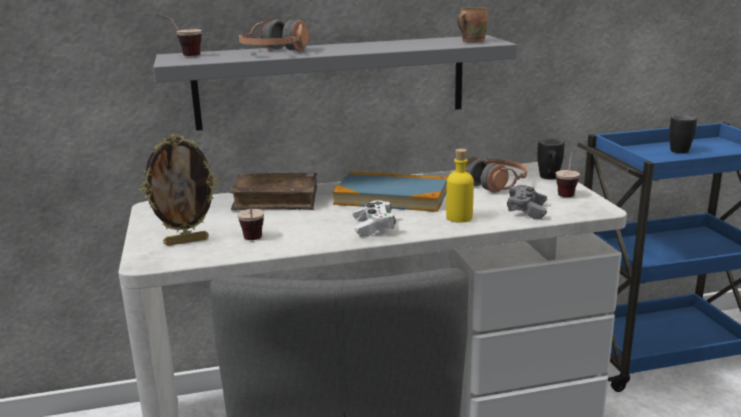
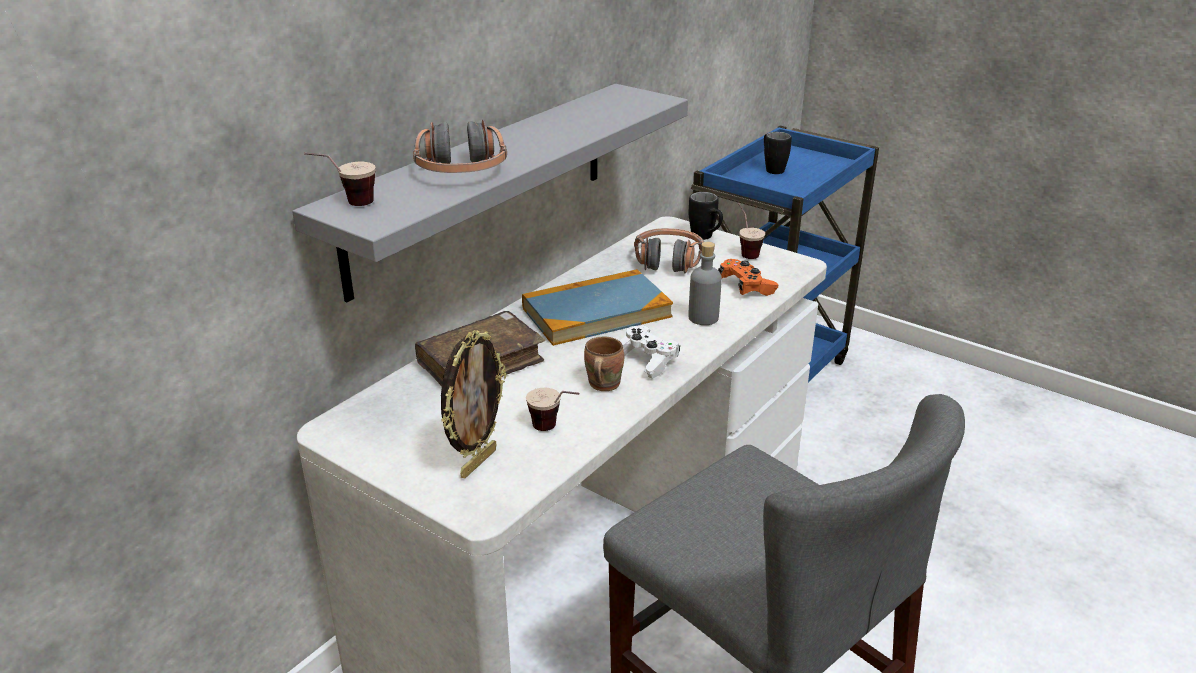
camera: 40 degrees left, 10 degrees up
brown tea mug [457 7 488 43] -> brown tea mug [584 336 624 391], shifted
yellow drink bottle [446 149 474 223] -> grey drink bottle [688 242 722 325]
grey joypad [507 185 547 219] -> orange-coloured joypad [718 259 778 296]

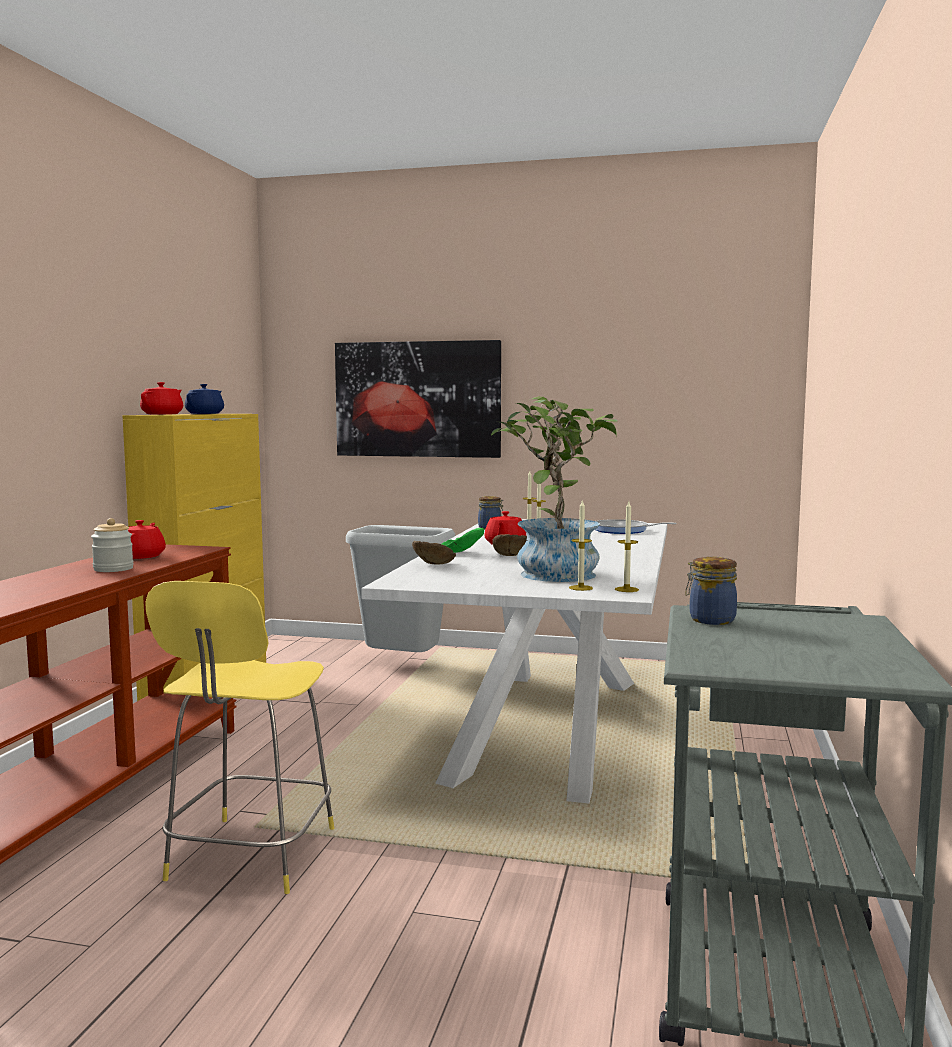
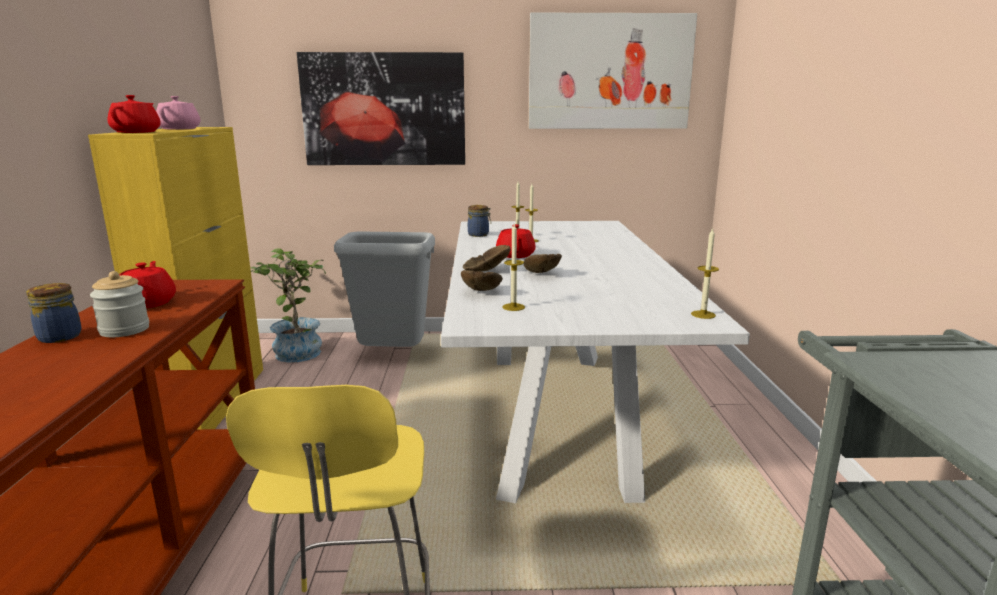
camera: 15 degrees left, 10 degrees up
blue-coloured pot for tea [185 384 224 414] -> pink pot for tea [156 96 200 130]
plant in a pot [491 396 617 582] -> plant in a pot [251 248 326 362], shifted
candle [569 499 593 591] -> candle [503 223 525 311], shifted
frying pan [595 519 677 534] -> none
green deep dish [442 528 484 553] -> brown deep dish [463 245 511 272]
preserve jar [685 557 737 625] -> preserve jar [26 283 82 343], shifted
none -> picture [528 13 697 129]

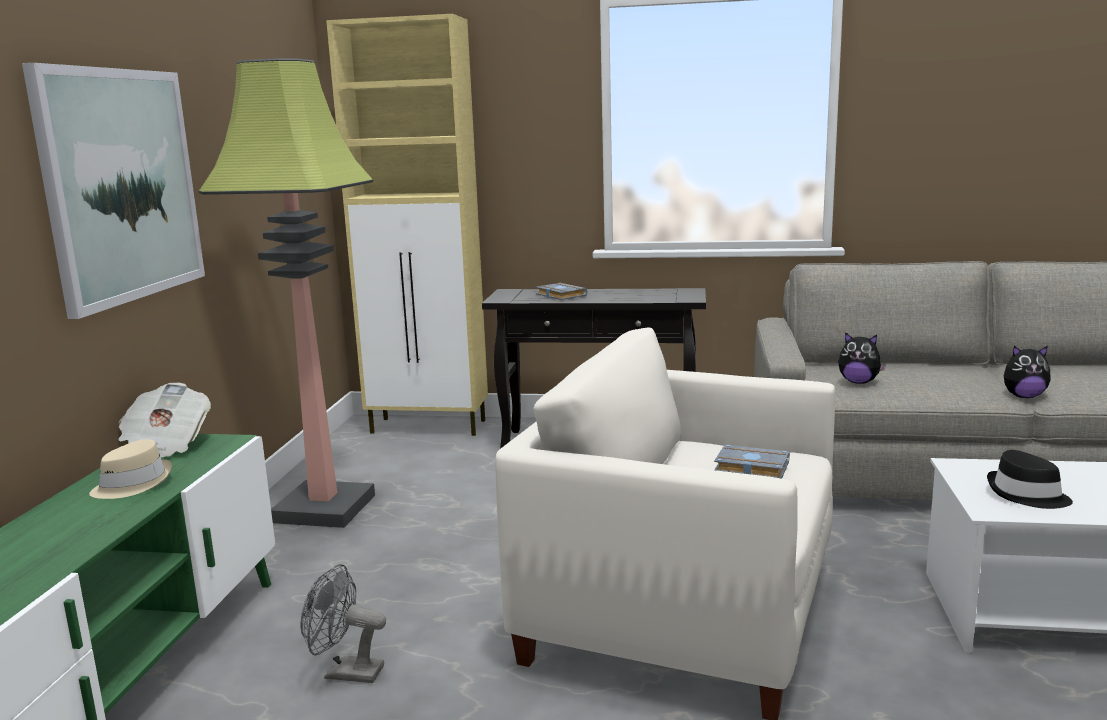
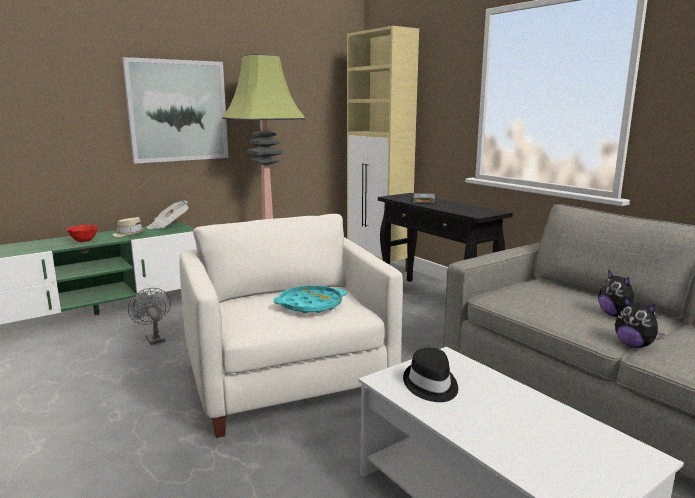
camera: 45 degrees right, 0 degrees up
soft toy [838 332 886 384] -> soft toy [598 271 634 317], shifted
grey bound book [714 445 790 479] -> turquoise serving tray [274 285 347 314]
none -> reddish deep dish [66 225 98 242]

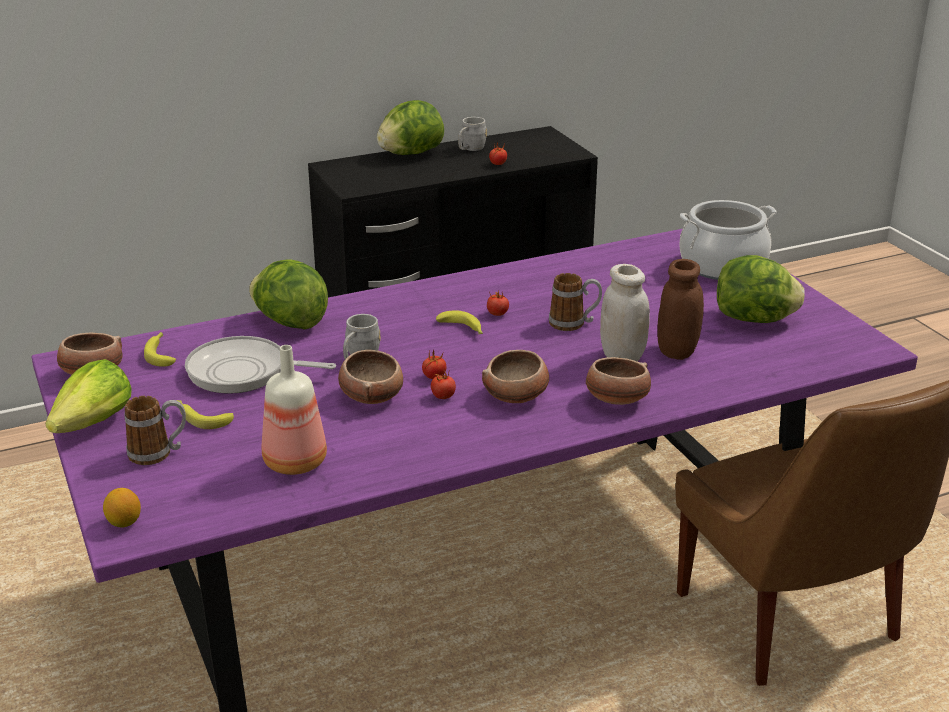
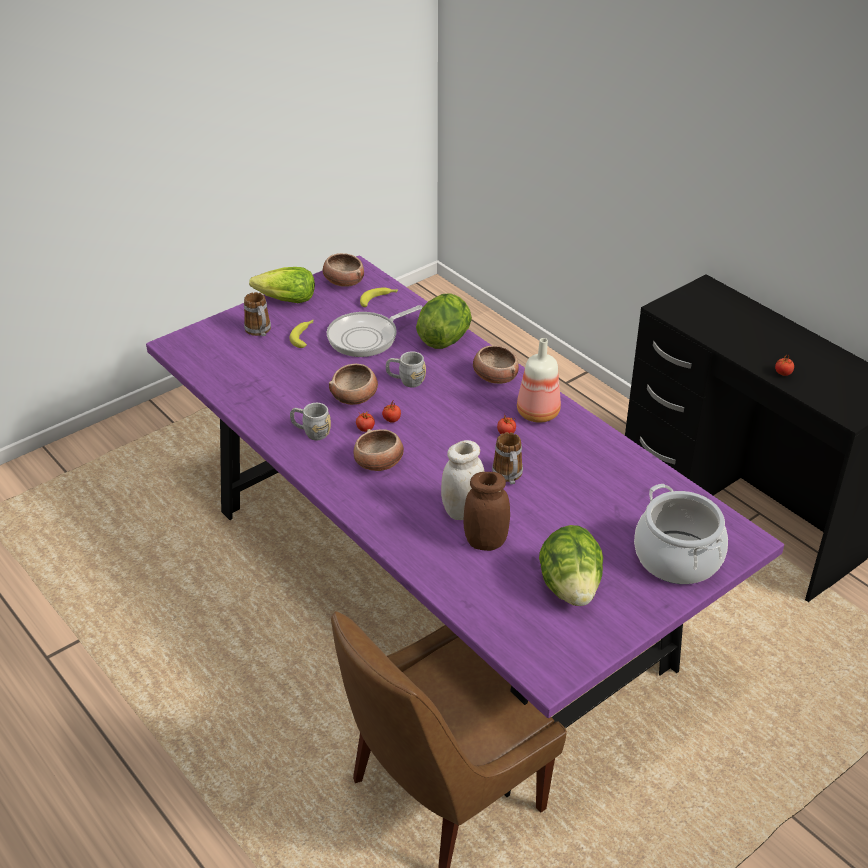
camera: 75 degrees right, 10 degrees up
lettuce [377 100 444 155] -> none
grey tea mug [458 117 487 151] -> grey tea mug [290 403 331 440], shifted
whole banana [436 310 483 334] -> none
frying pan [185 336 336 394] -> frying pan [327 305 422 357], 120 degrees counterclockwise
drink bottle [262 345 327 475] -> drink bottle [517 338 561 423], shifted
deep dish [586 357 651 405] -> deep dish [473 345 519 384], shifted
lemon [103 488 141 528] -> none

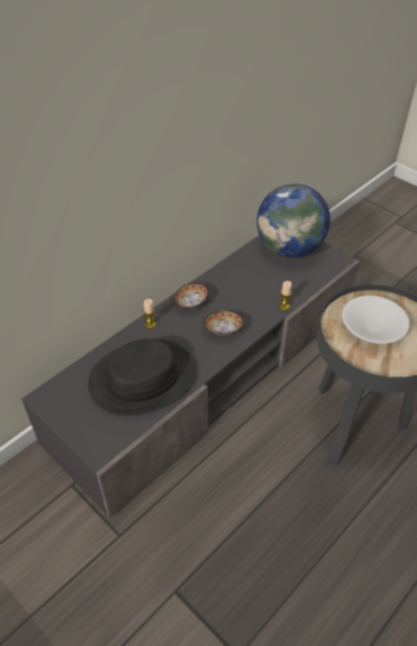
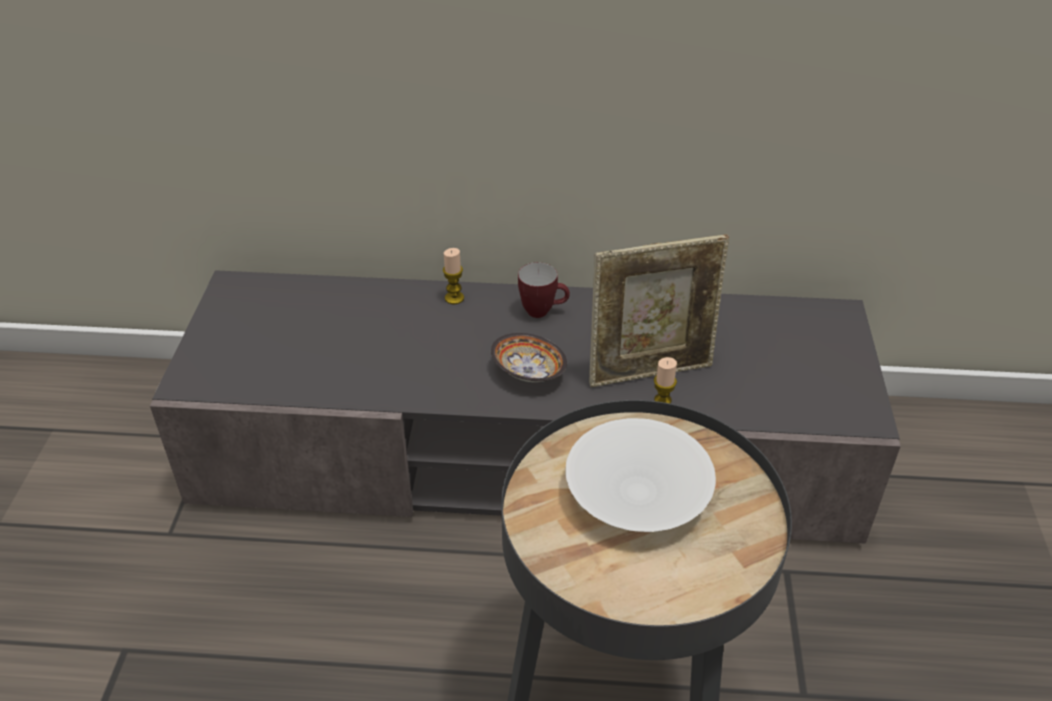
camera: 50 degrees right, 5 degrees down
globe [257 184 330 258] -> none
deep dish [173 282 209 309] -> tea mug [518 262 570 318]
blackish wearable hat [88 339 196 415] -> none
none -> picture frame [589 234 730 387]

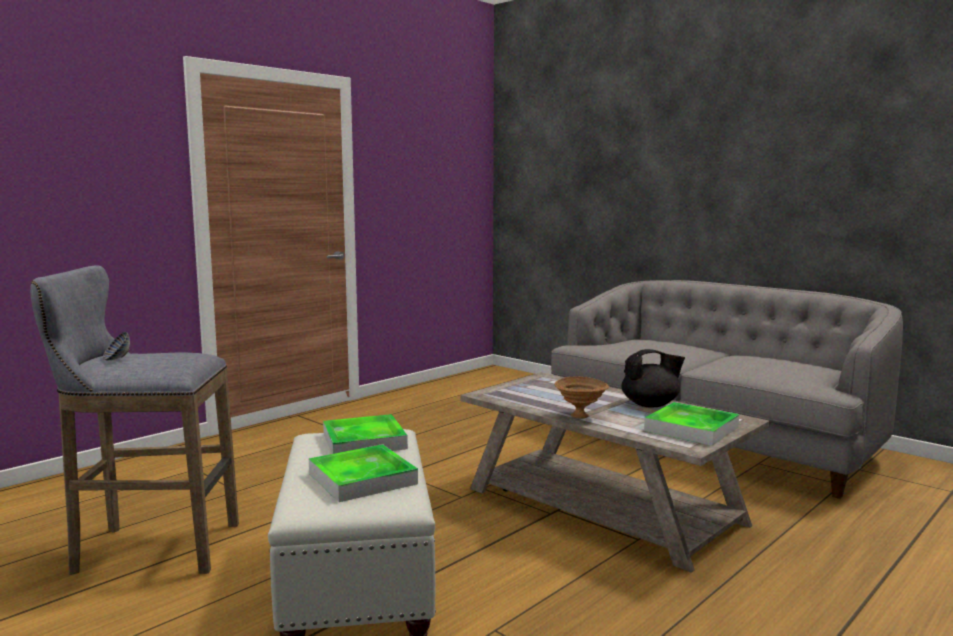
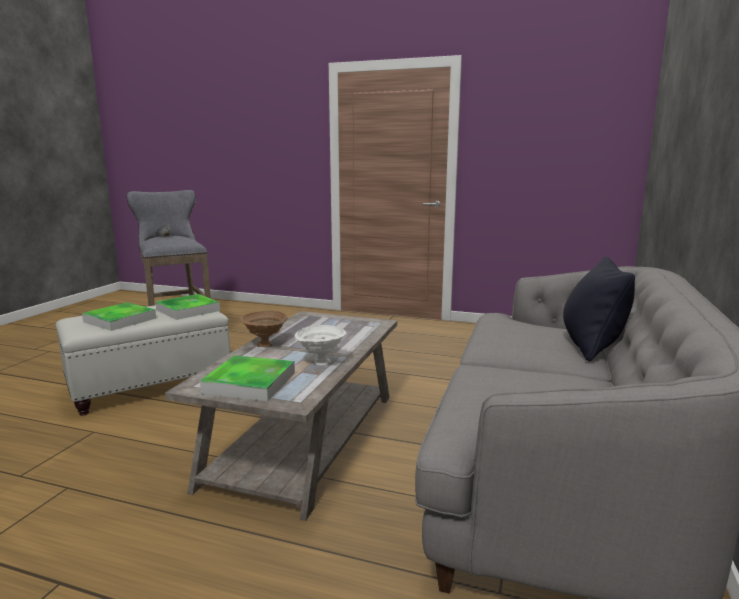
camera: 65 degrees right, 5 degrees up
blackish pot for tea [622 349 685 408] -> white deep dish [295 325 346 366]
none -> blackish pillow [563 257 635 362]

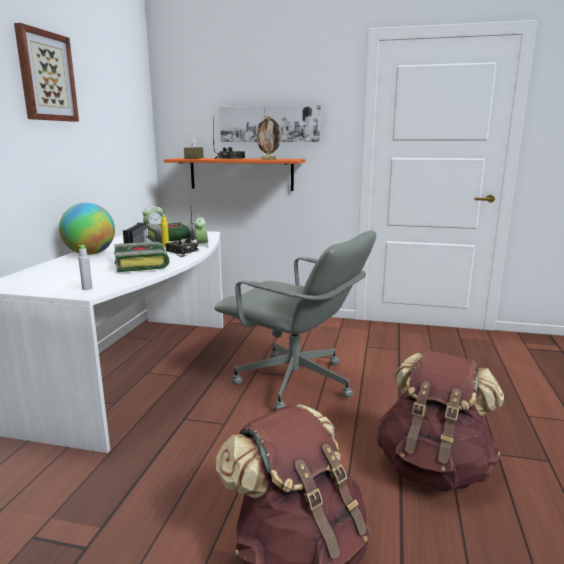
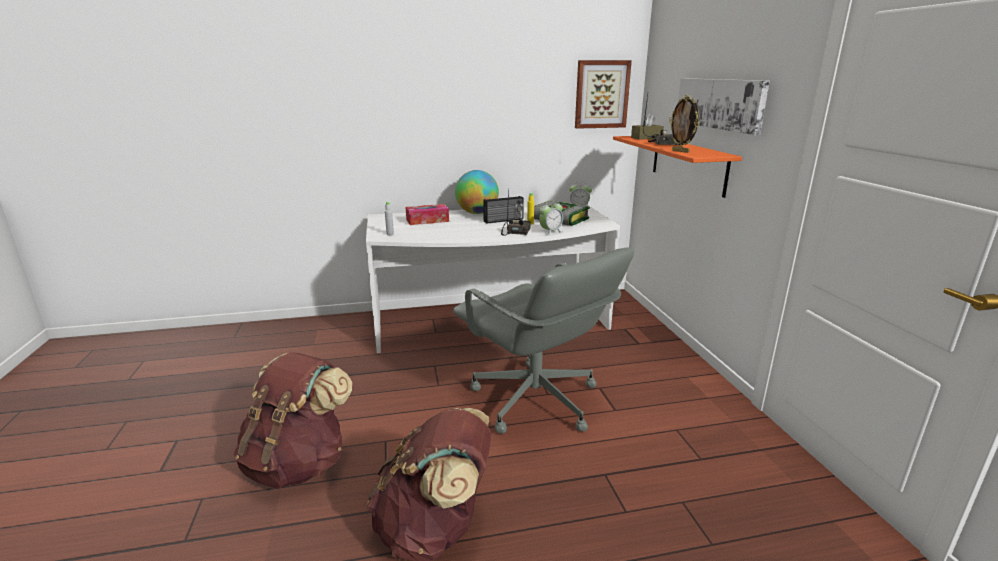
camera: 65 degrees right, 5 degrees up
picture [14 23 79 122] -> picture [575 60 632 129], shifted
grey computer chair [214 231 376 410] -> grey computer chair [453 247 634 434], 45 degrees counterclockwise
bound book [114 242 170 272] -> none
none -> tissue holder [406 204 449 225]

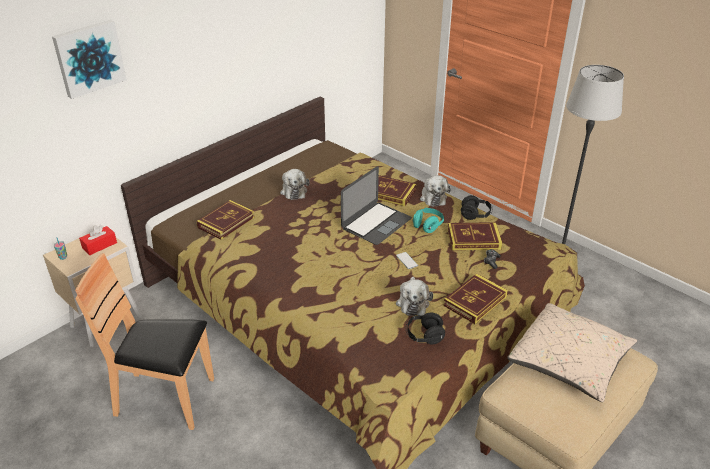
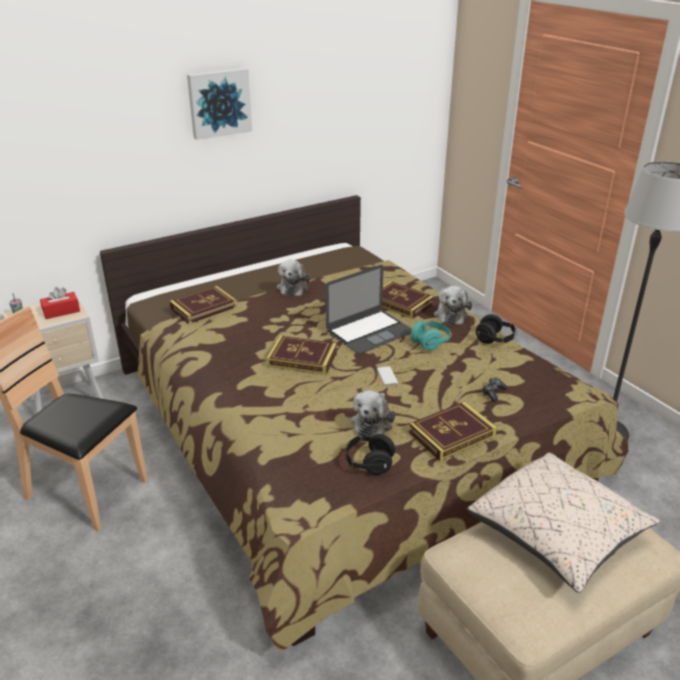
camera: 15 degrees right, 5 degrees down
picture [52 20 127 99] -> picture [187 68 252 140], shifted
bound book [448 222 502 250] -> bound book [267 336 337 375], shifted

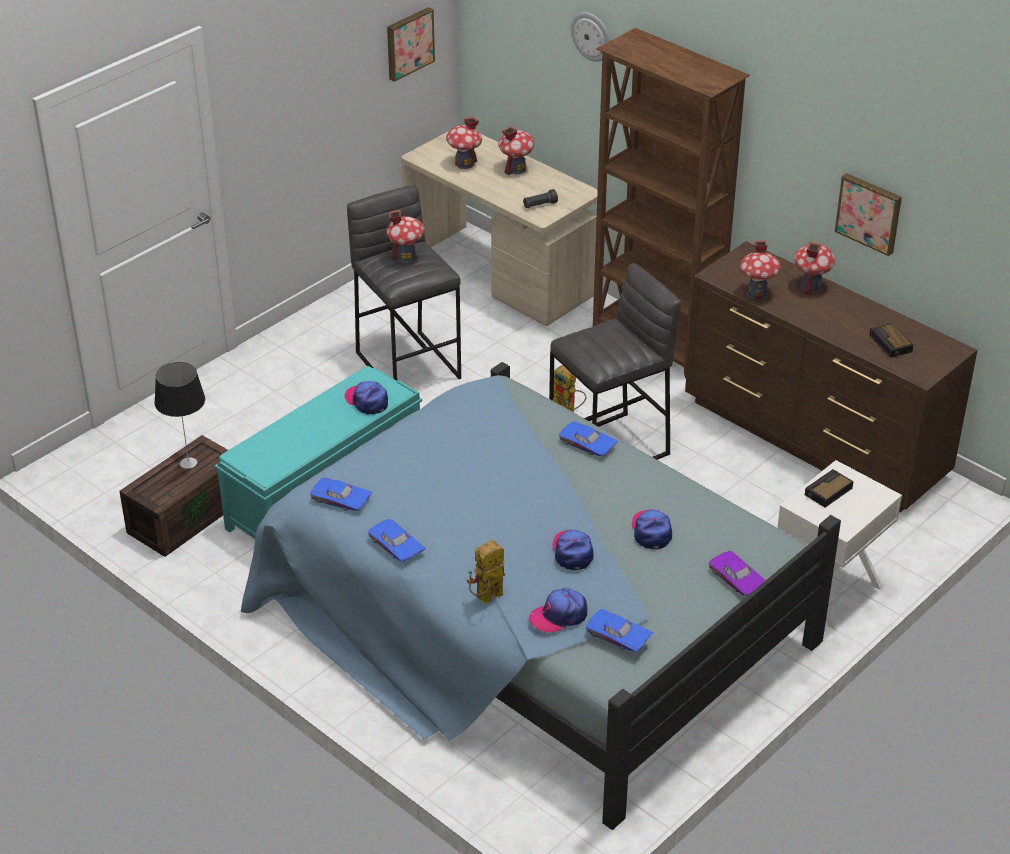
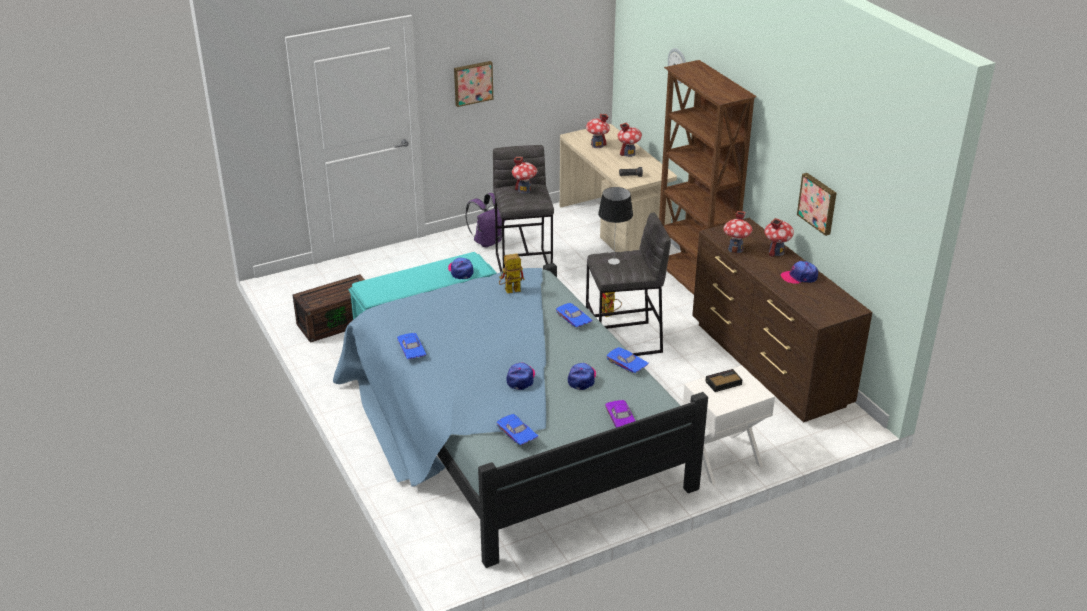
camera: 20 degrees right, 5 degrees down
picture [387 7 435 82] -> picture [454 61 493 107], shifted
bedside clock [870 323 913 358] -> none
tabletop lamp [154 362 205 469] -> tabletop lamp [598 187 633 265], shifted
blue-coloured model car [310 477 372 511] -> blue-coloured model car [607 347 648 373], shifted
toy robot [467 540 505 604] -> toy robot [499 254 525 293], shifted
cap [529 588 587 633] -> cap [781 261 818 284], shifted
none -> purple-coloured rucksack [465 193 506 247]

